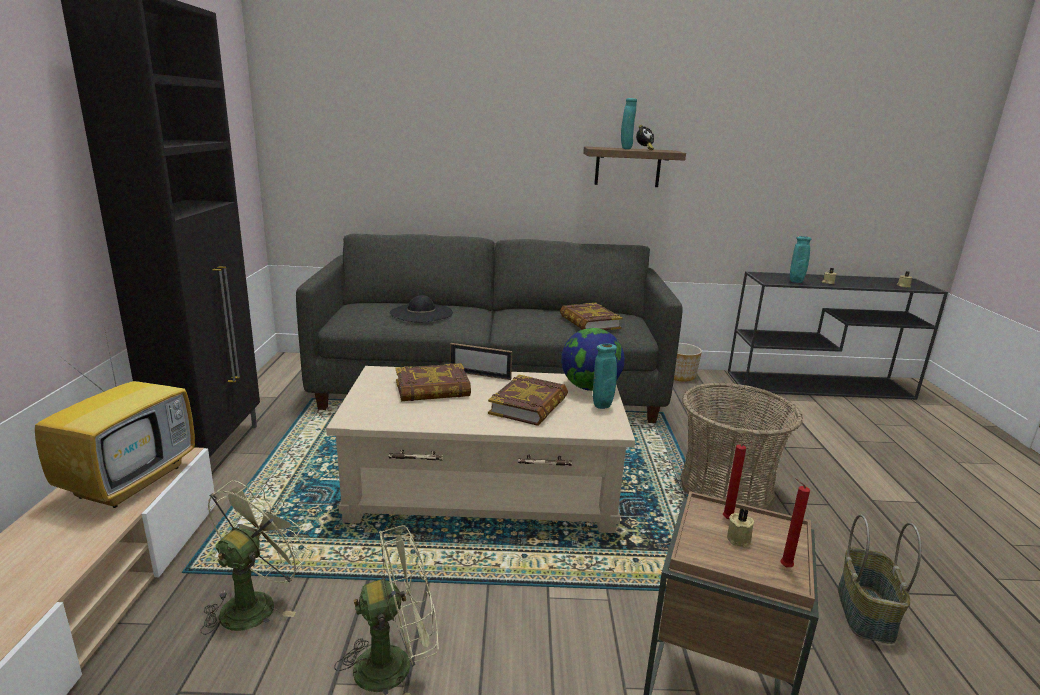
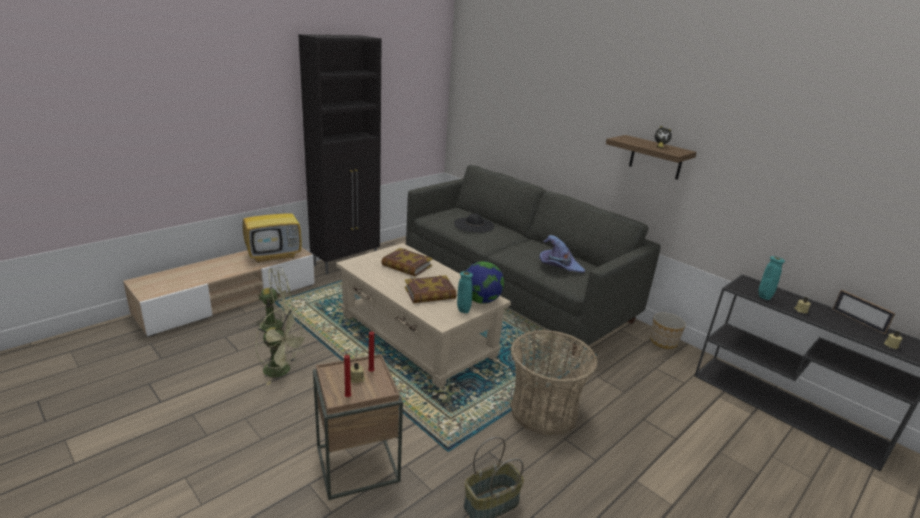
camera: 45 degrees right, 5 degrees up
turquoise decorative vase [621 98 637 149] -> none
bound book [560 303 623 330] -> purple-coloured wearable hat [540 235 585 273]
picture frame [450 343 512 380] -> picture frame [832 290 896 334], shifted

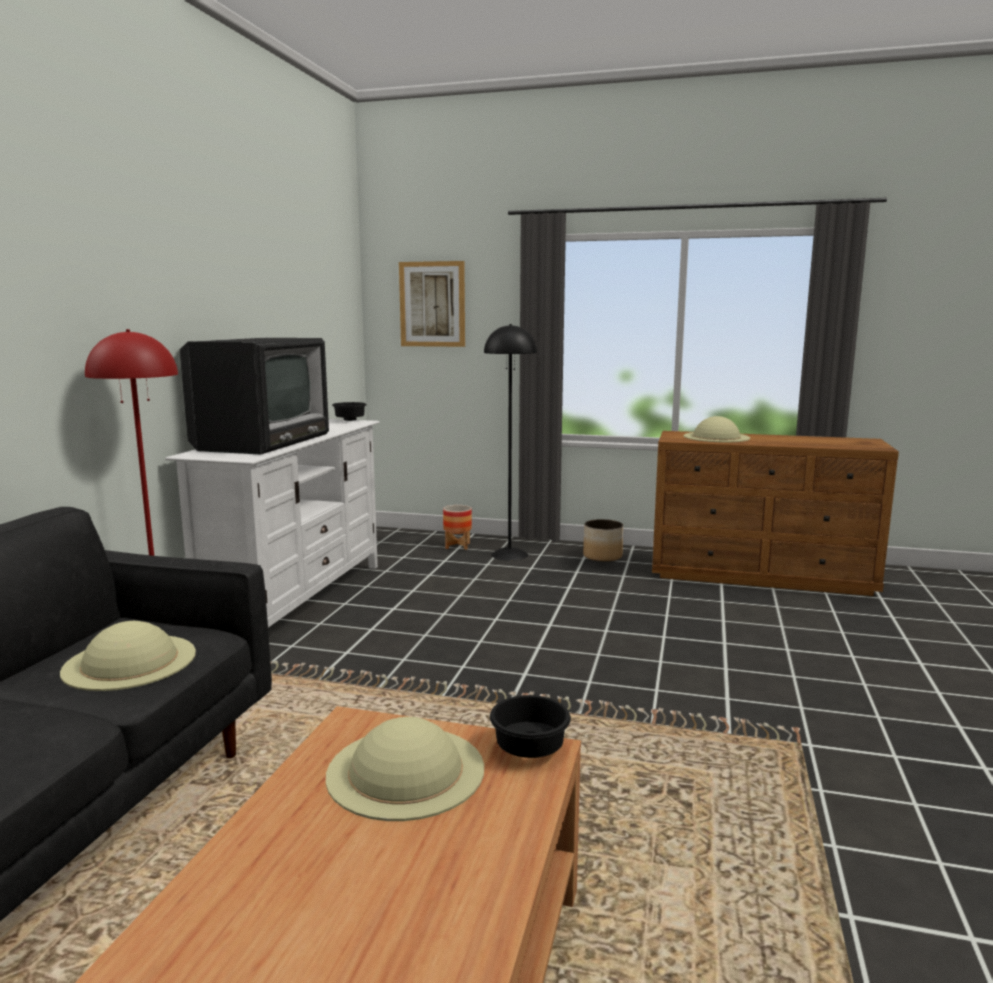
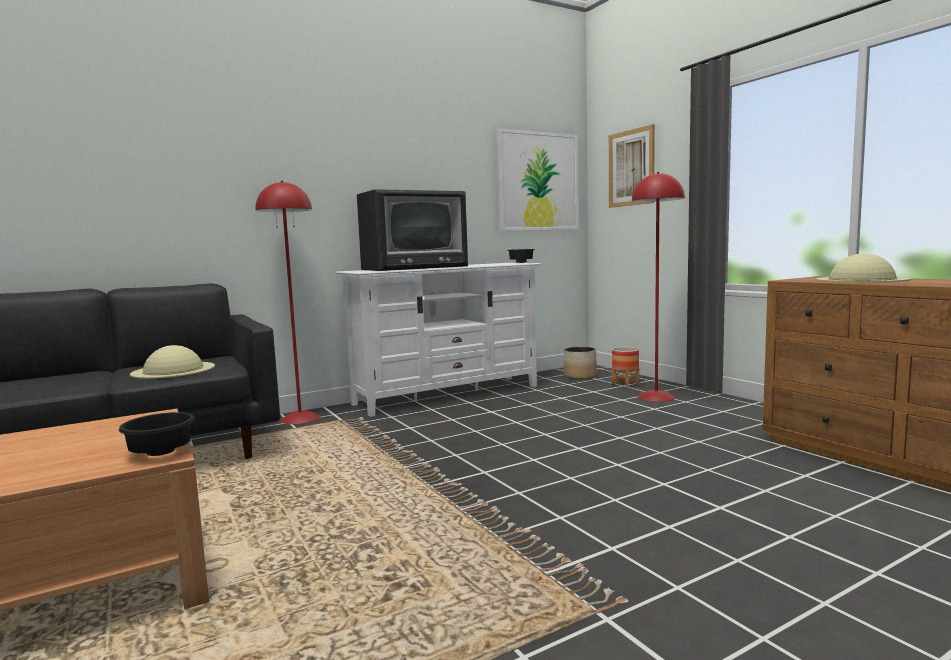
camera: 45 degrees right, 5 degrees down
blackish standing lamp [484 324 537 561] -> reddish standing lamp [632 172 685 402]
plant pot [583 519 623 562] -> plant pot [564 347 597 380], shifted
beige-coloured wearable hat [326 717 484 821] -> none
none -> picture [496 129 579 231]

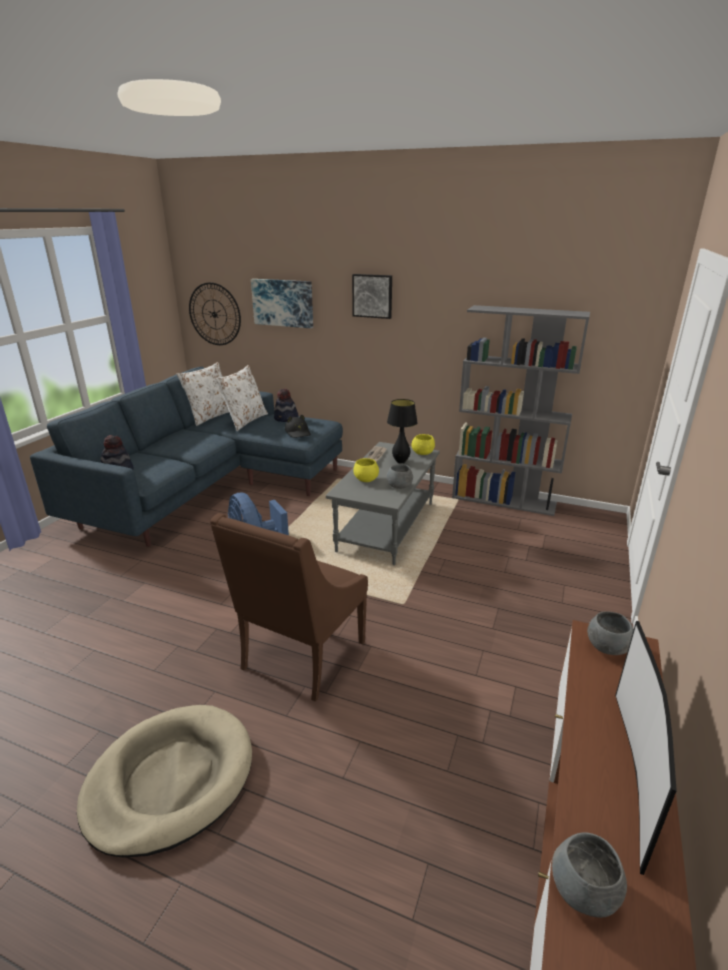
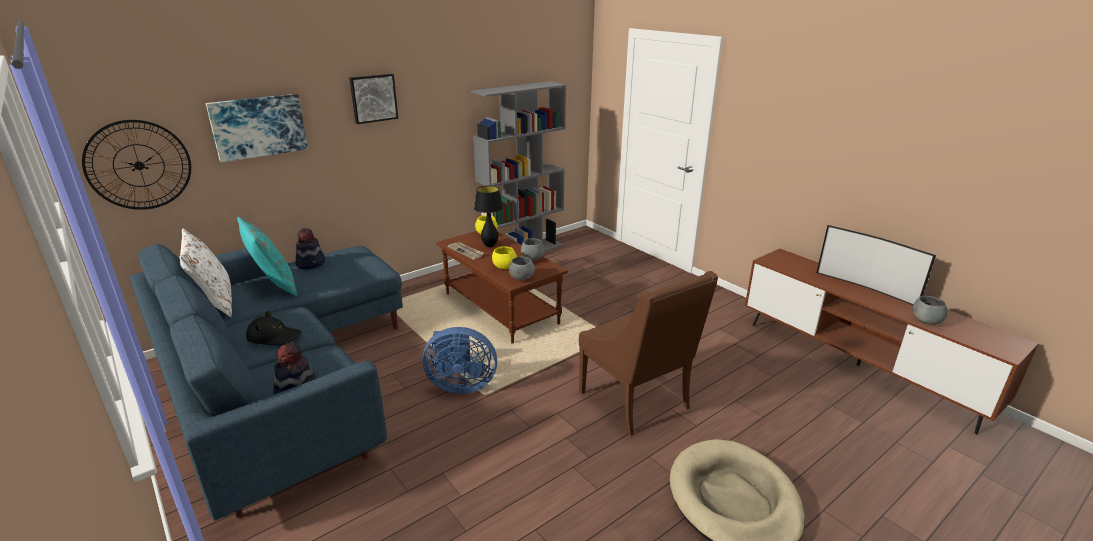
camera: 60 degrees left, 0 degrees up
white pillow [215 365 268 431] -> turquoise pillow [237 217 297 296]
blackish wearable hat [285 415 311 438] -> blackish wearable hat [246 311 301 345], shifted
grey coffee table [326 442 440 565] -> brown coffee table [436 231 568 344]
grey deep dish [587 611 634 655] -> grey deep dish [509 257 535 280], shifted

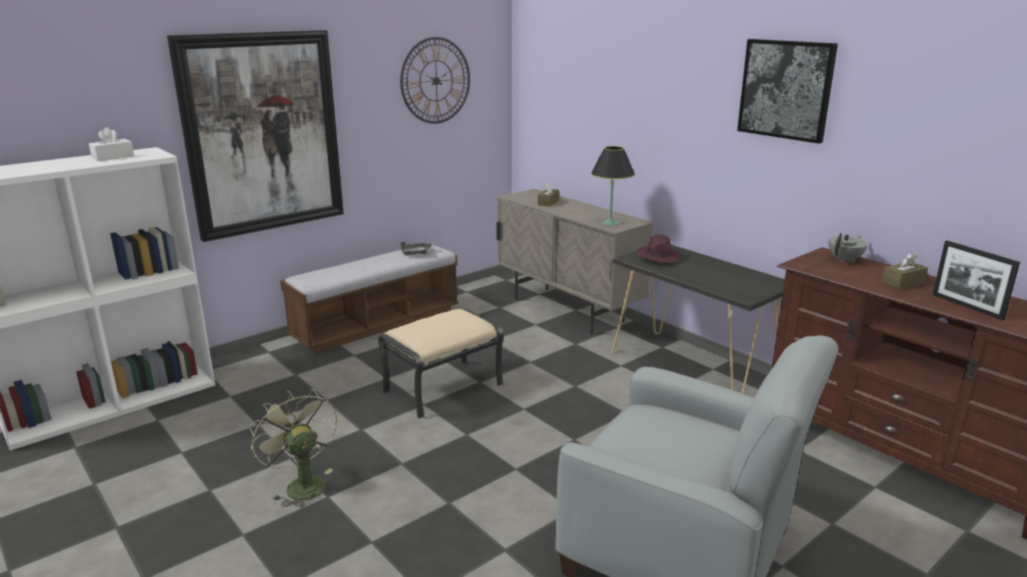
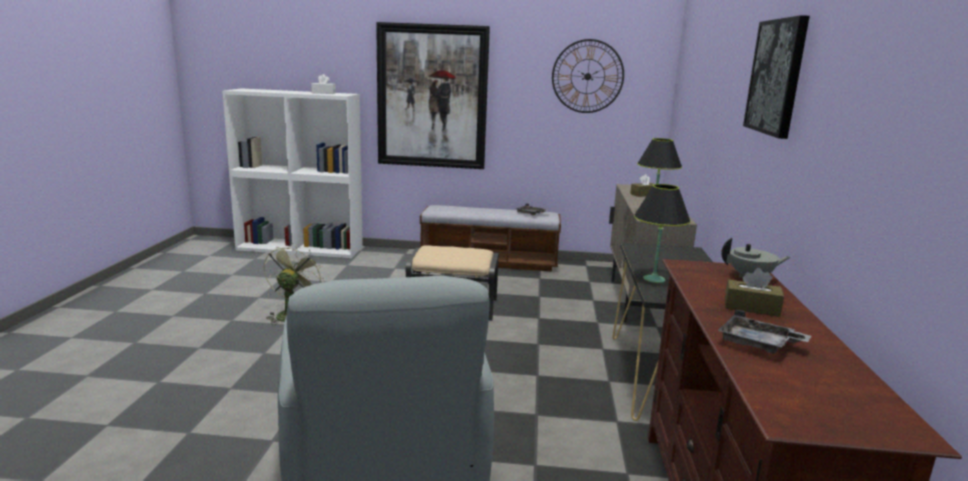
camera: 45 degrees right, 5 degrees down
purple-coloured wearable hat [637 234 680 263] -> none
picture frame [933 240 1020 320] -> grey serving tray [717 310 811 354]
none -> blackish tabletop lamp [634 184 691 283]

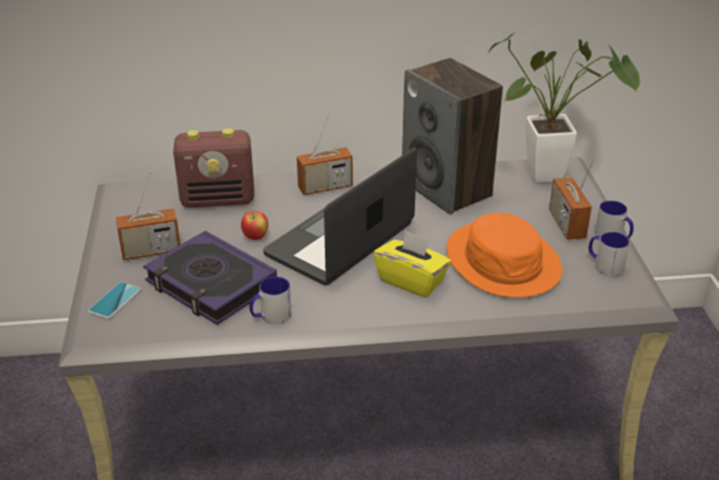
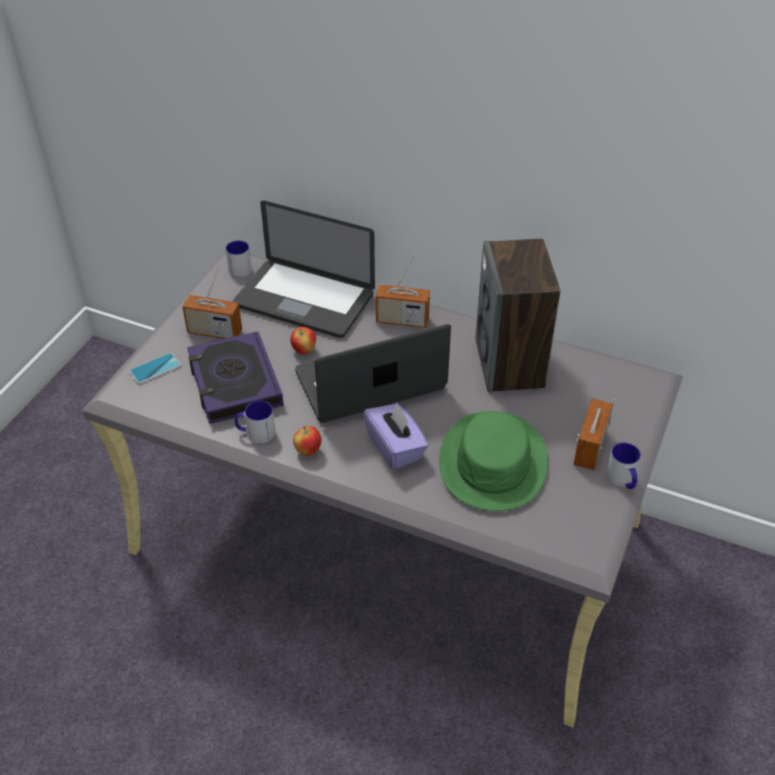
camera: 30 degrees right, 10 degrees up
plant in a pot [489 33 640 183] -> none
radio set [173 128 254 208] -> notebook computer [233 201 375 338]
orange-coloured wearable hat [447 213 562 298] -> green wearable hat [439 411 548 511]
yellow tissue holder [374 230 451 297] -> purple-coloured tissue holder [363 402 428 470]
tea mug [588 232 630 276] -> tea mug [226 240 252 277], shifted
none -> apple [293 426 321 456]

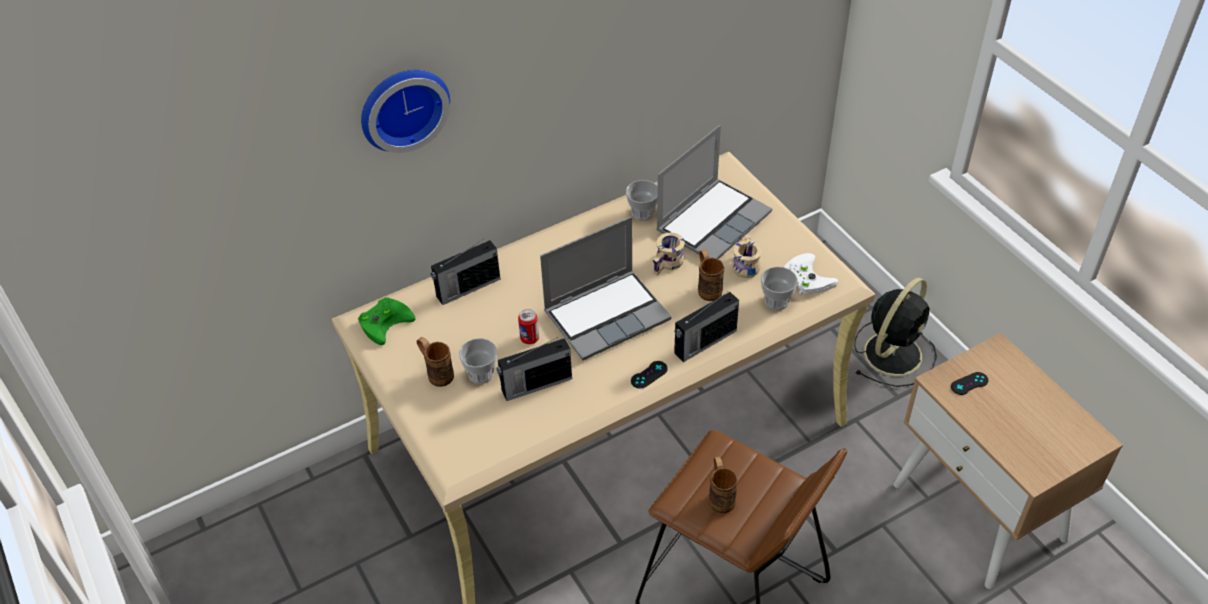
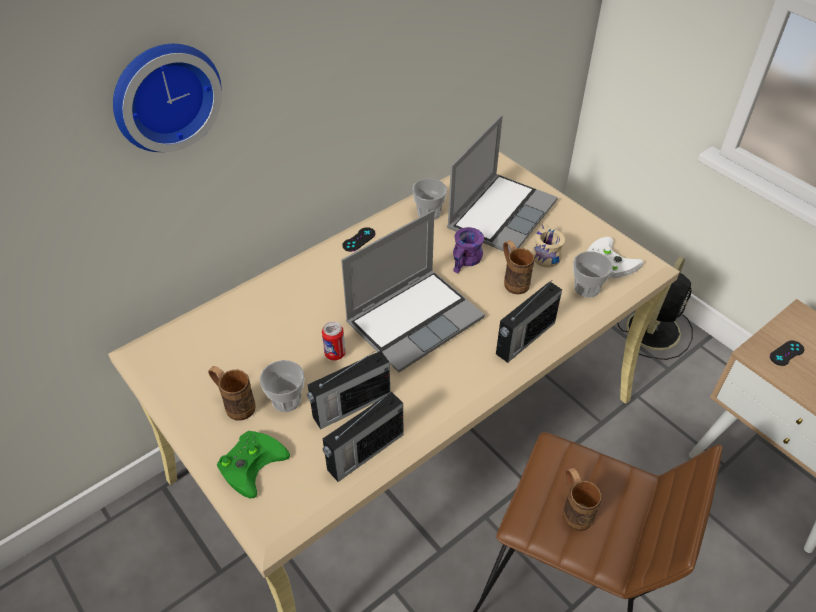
camera: 10 degrees left, 0 degrees up
beige-coloured tea mug [653 233 685 276] -> purple-coloured tea mug [453 227 484 273]
radio set [430 239 500 305] -> radio set [322 392 403 482], shifted
green joypad [358 297 416 345] -> green joypad [217 431 290 498], shifted
blackish joypad [631 361 668 389] -> blackish joypad [342 227 375 252], shifted

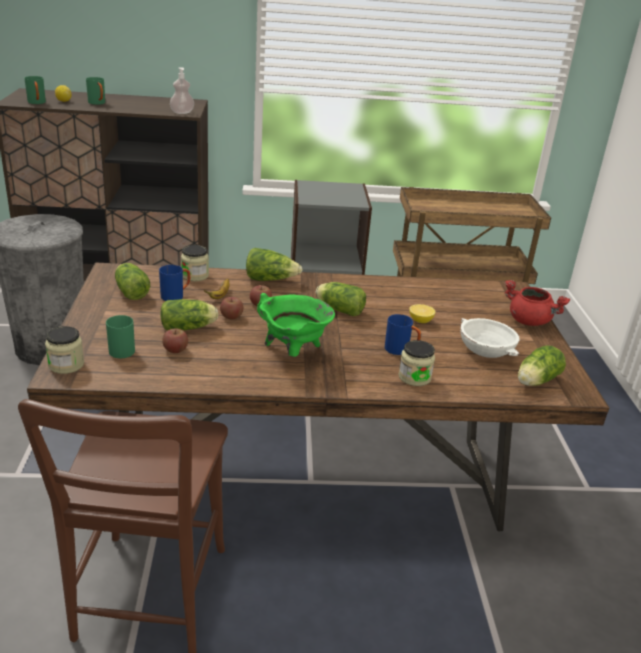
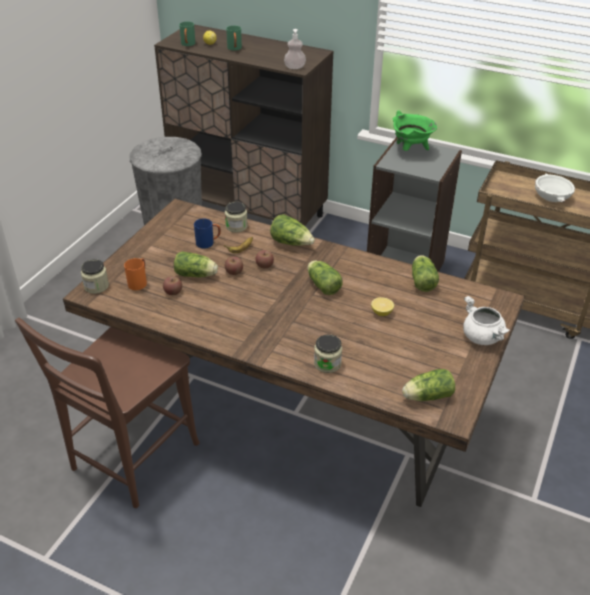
camera: 30 degrees right, 10 degrees up
lettuce [115 263 150 300] -> lettuce [412 255 439 292], shifted
reddish saucepot [505 280 570 326] -> white saucepot [463 296 510 345]
green saucepot [257 293 335 357] -> green saucepot [393 110 437 151], shifted
blue-coloured tea mug [385 314 421 355] -> none
green tea mug [106 315 135 358] -> orange-coloured tea mug [124 258 147 290]
white deep dish [460 318 520 358] -> white deep dish [535 173 575 202], shifted

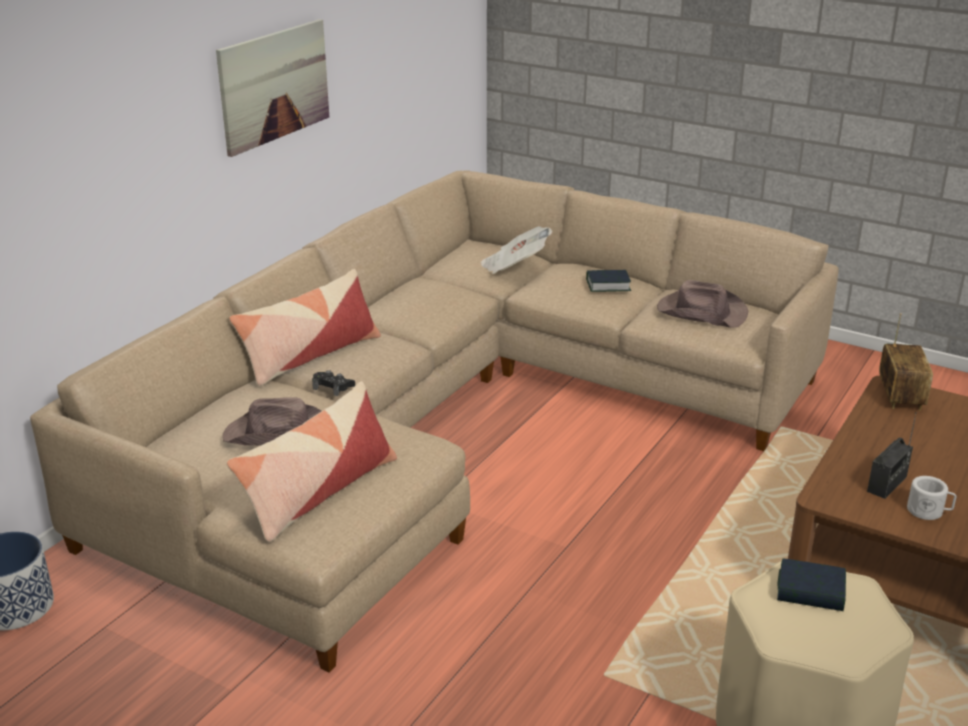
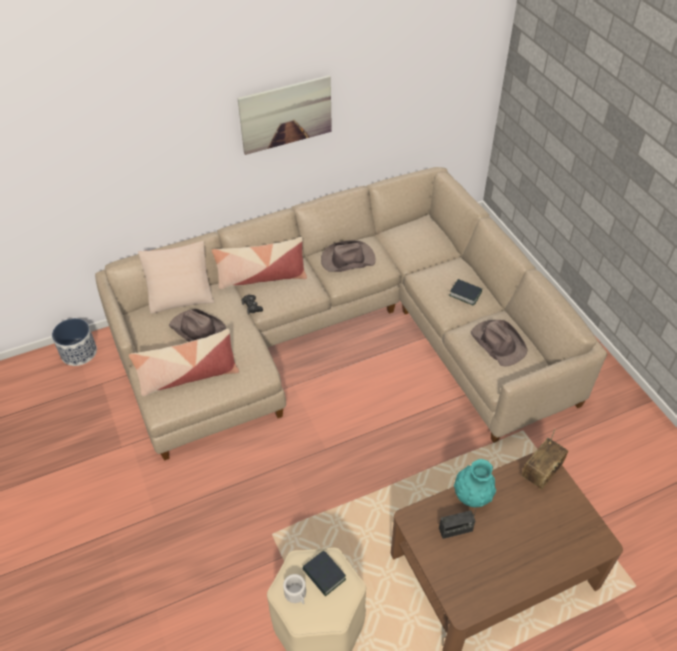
camera: 35 degrees right, 20 degrees up
newspaper [480 226 552 274] -> none
white tea mug [907 476 956 520] -> white tea mug [283 574 306 604], shifted
none -> brown wearable hat [321 240 376 272]
none -> beige-coloured pillow [138 241 215 314]
none -> turquoise decorative vase [454 459 496 507]

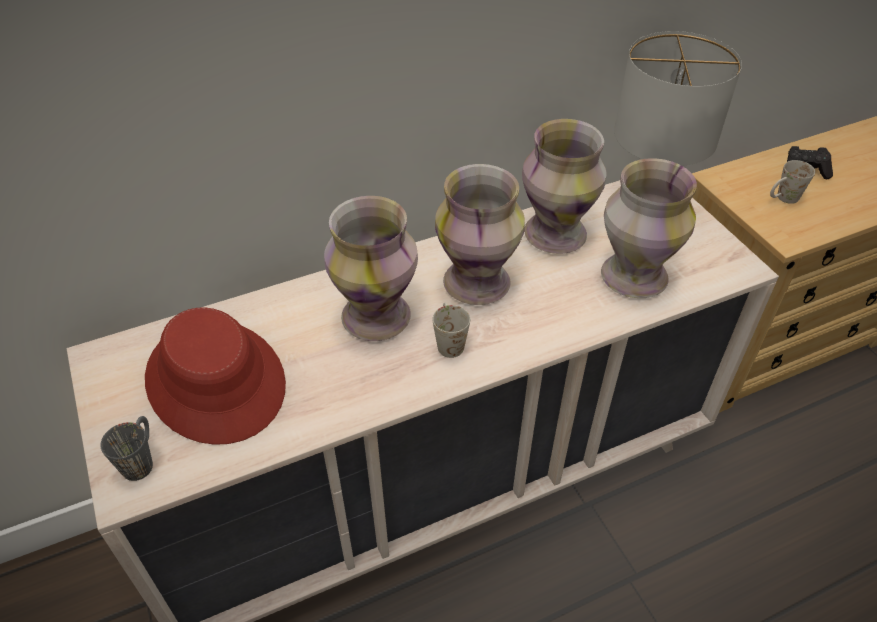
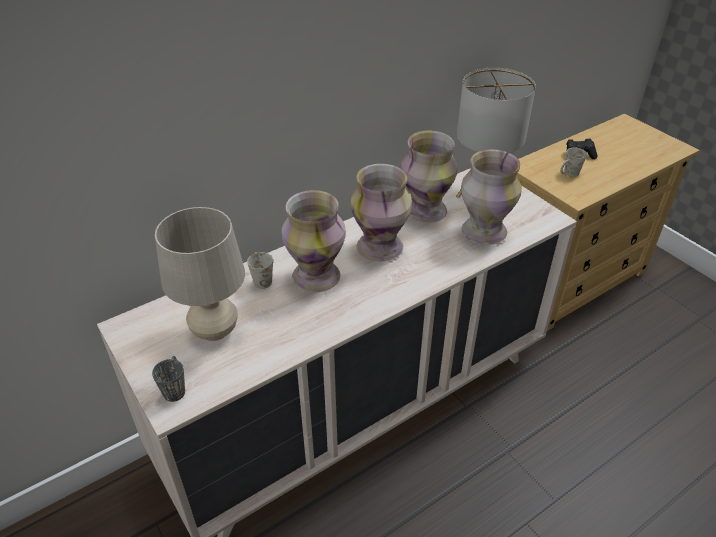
camera: 10 degrees left, 5 degrees down
white tea mug [433 303 470 358] -> white tea mug [247 252 273 289], shifted
reddish wearable hat [145 307 286 445] -> beige-coloured tabletop lamp [155 207 245 341]

